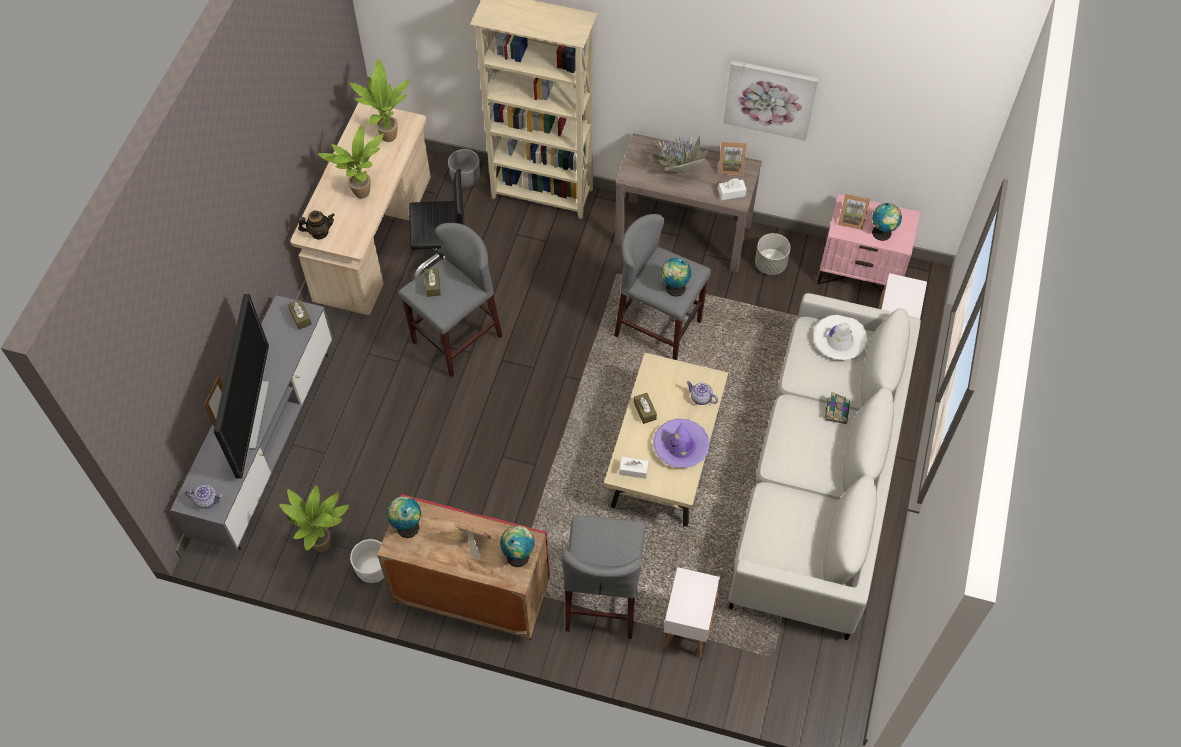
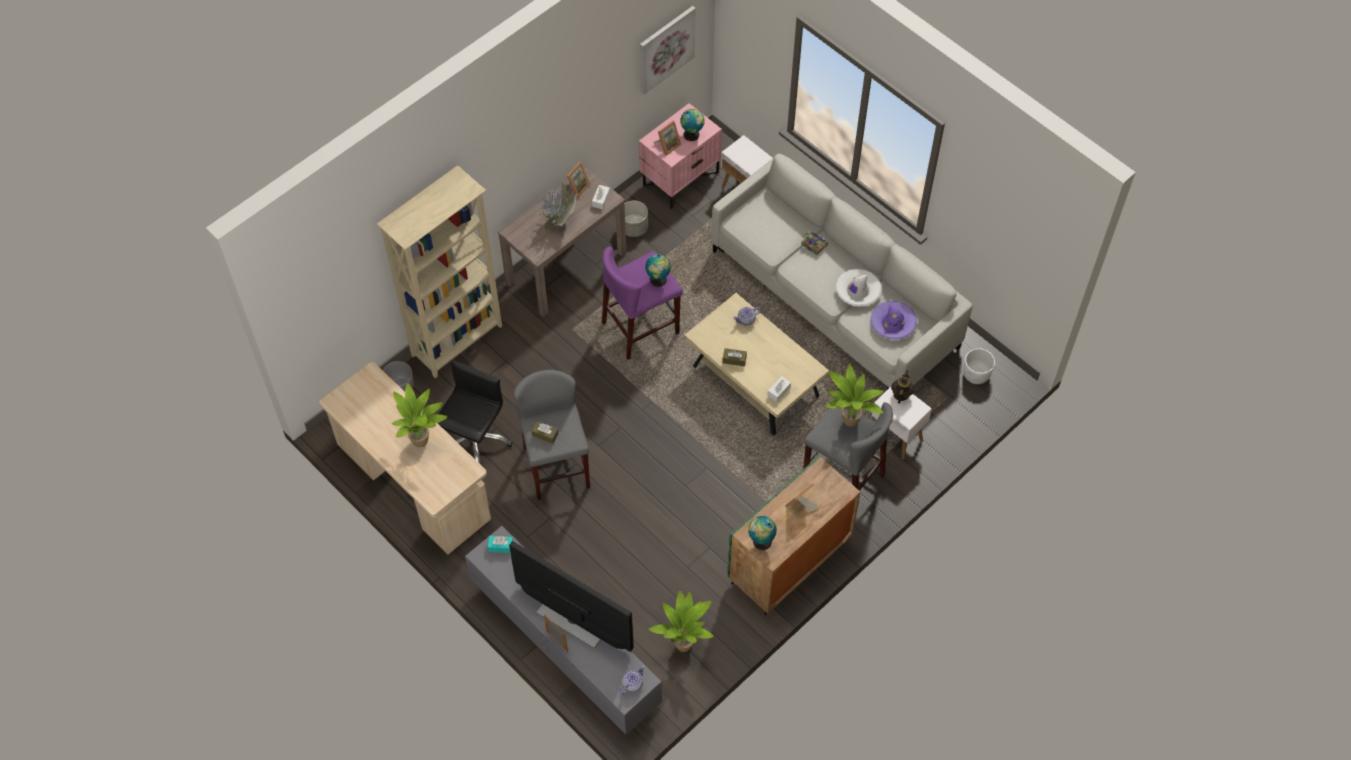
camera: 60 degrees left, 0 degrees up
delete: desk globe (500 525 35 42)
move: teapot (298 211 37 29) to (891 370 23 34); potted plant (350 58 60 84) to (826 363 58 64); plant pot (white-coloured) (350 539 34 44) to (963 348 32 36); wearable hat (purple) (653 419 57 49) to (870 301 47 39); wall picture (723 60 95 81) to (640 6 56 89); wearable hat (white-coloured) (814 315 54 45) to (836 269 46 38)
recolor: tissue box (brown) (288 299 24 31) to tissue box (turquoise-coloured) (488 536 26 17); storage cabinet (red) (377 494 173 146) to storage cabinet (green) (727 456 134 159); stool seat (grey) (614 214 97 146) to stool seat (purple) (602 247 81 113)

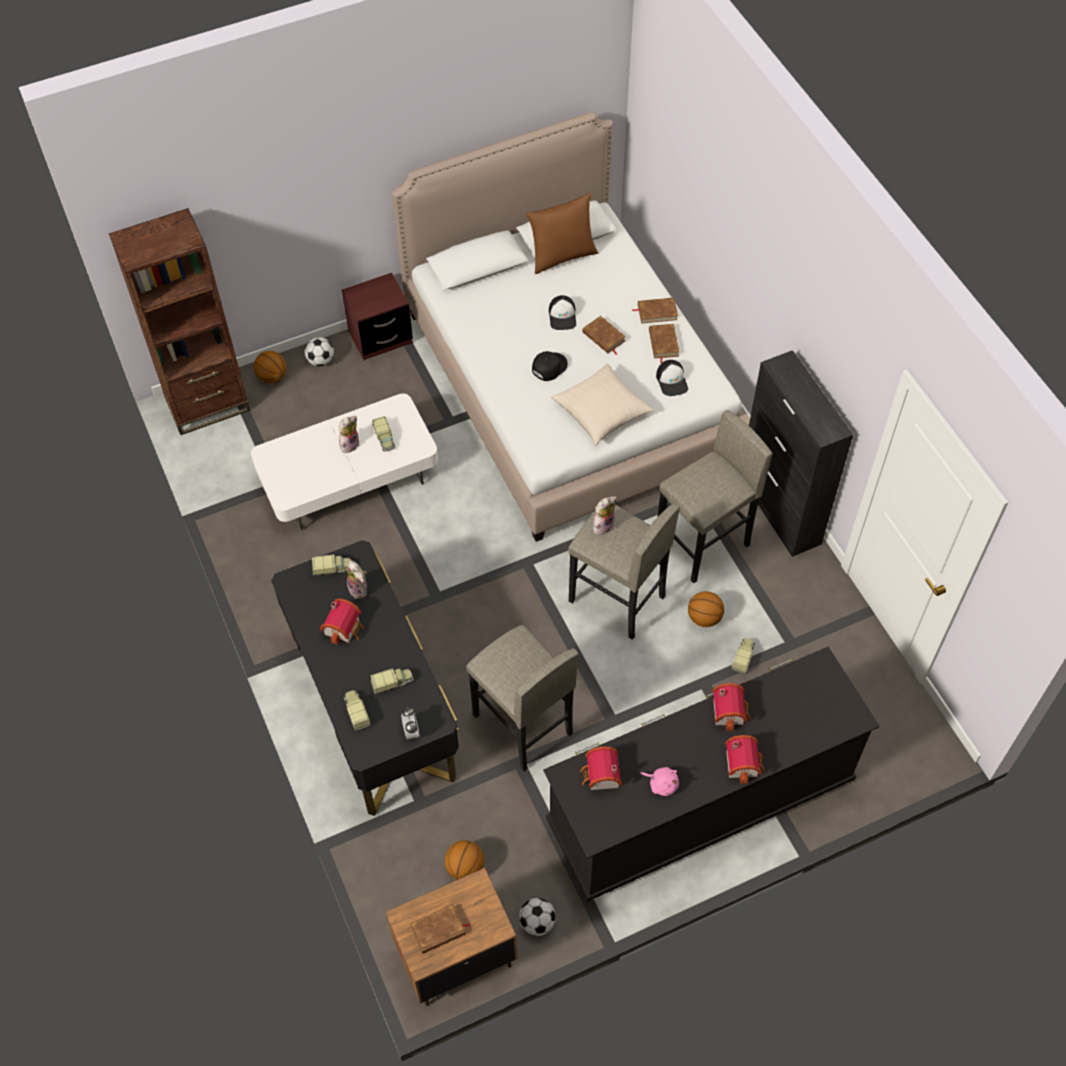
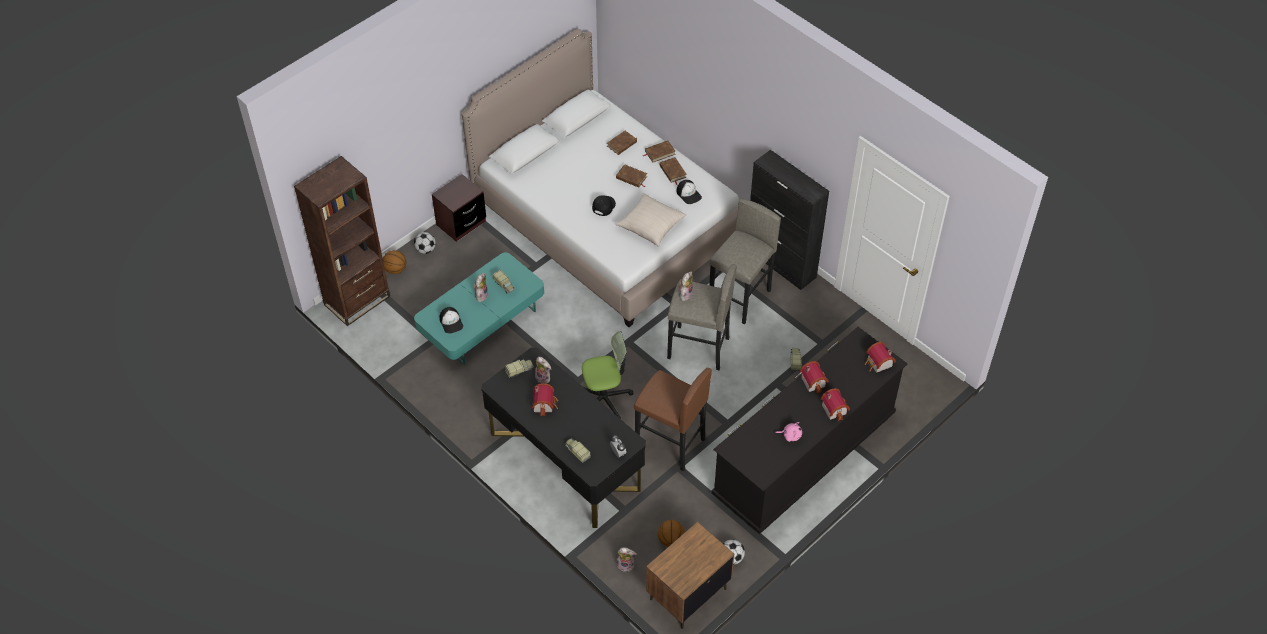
camera: 20 degrees left, 5 degrees down
delete: toy lorry (370 668 44 26); throw pillow (brown) (525 192 73 82); ball for basketball (688 591 36 36)
insert: computer chair (582 331 52 88); soft toy (616 547 21 25)
move: bound book (brown) (410 904 61 50) to (607 131 30 24); peaked cap (549 295 27 35) to (439 307 24 27); toy house (580 747 42 43) to (865 342 31 31)
recolor: coffee table (white-coloured) (251 394 187 137) to coffee table (turquoise-coloured) (414 252 130 113); stool seat (grey) (466 625 113 146) to stool seat (brown) (634 368 78 103)

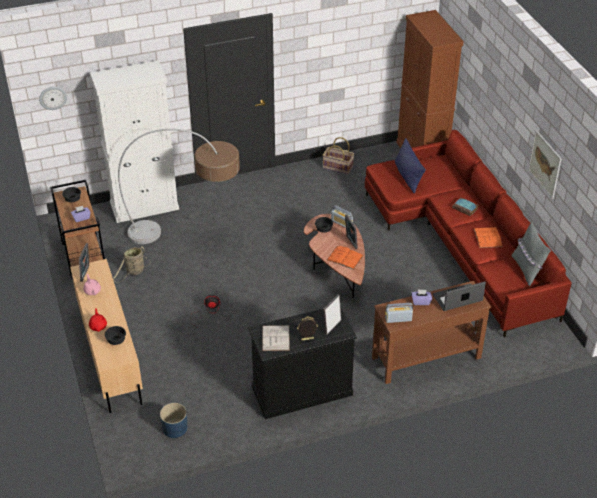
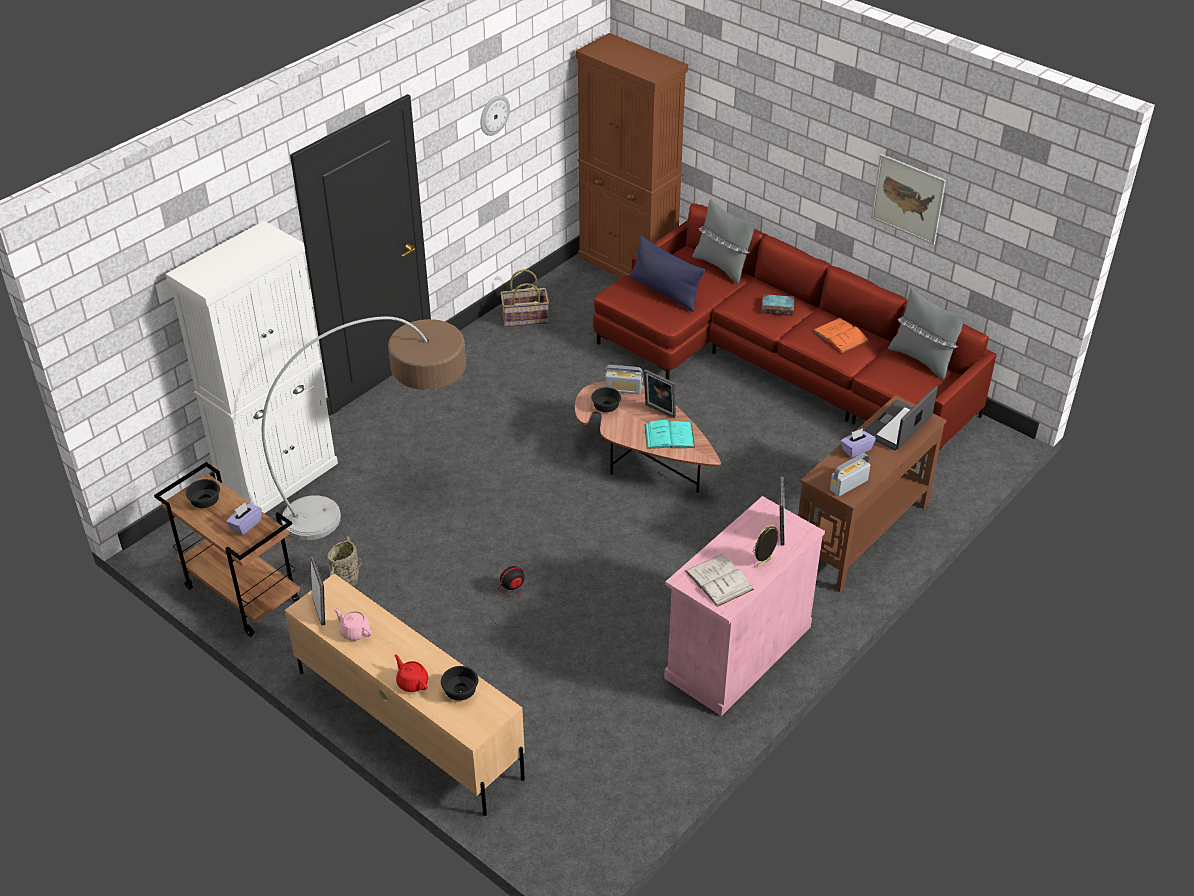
camera: 30 degrees left, 0 degrees up
delete: plant pot (blue) (160 403 28 35)
insert: throw pillow (grey) (692 199 64 85)
move: wall clock (39 87 28 23) to (480 95 30 41)
recolor: storage cabinet (black) (248 306 109 113) to storage cabinet (pinkish) (664 496 161 220); bound book (orangey) (327 246 36 24) to bound book (turquoise-coloured) (644 420 51 29)

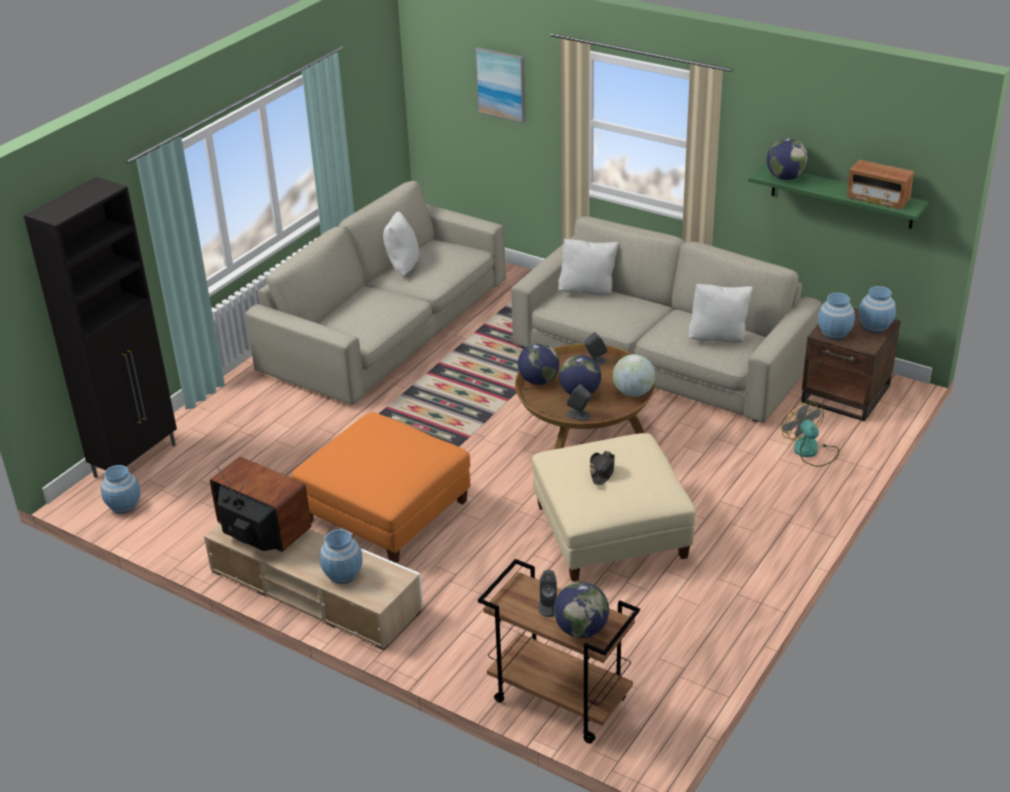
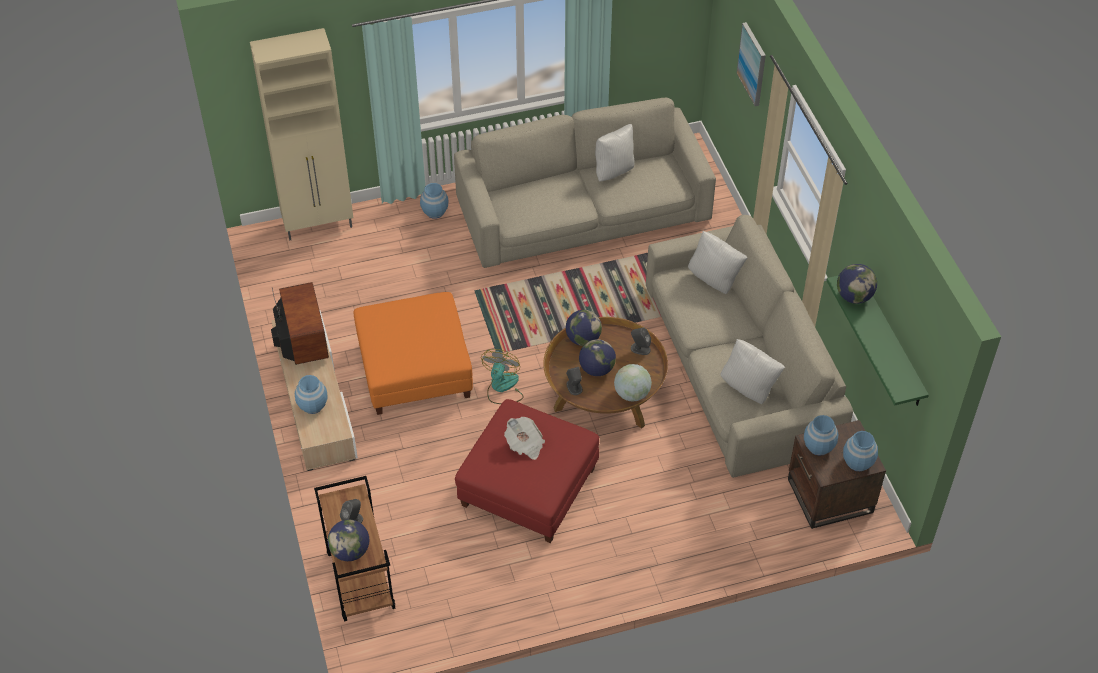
camera: 40 degrees right, 15 degrees up
delete: radio receiver (847 160 67 50)
move: vase (blue) (101 465 39 49) to (420 183 29 36); cooling fan (781 402 58 65) to (481 349 43 55)
replace: wearable hat (black) (590 451 25 35) to daily paper (504 417 41 43)
recolor: storage cabinet (black) (24 177 153 301) to storage cabinet (beige-coloured) (250 28 103 213); ottoman (beige-coloured) (532 433 164 148) to ottoman (red) (455 399 144 144)

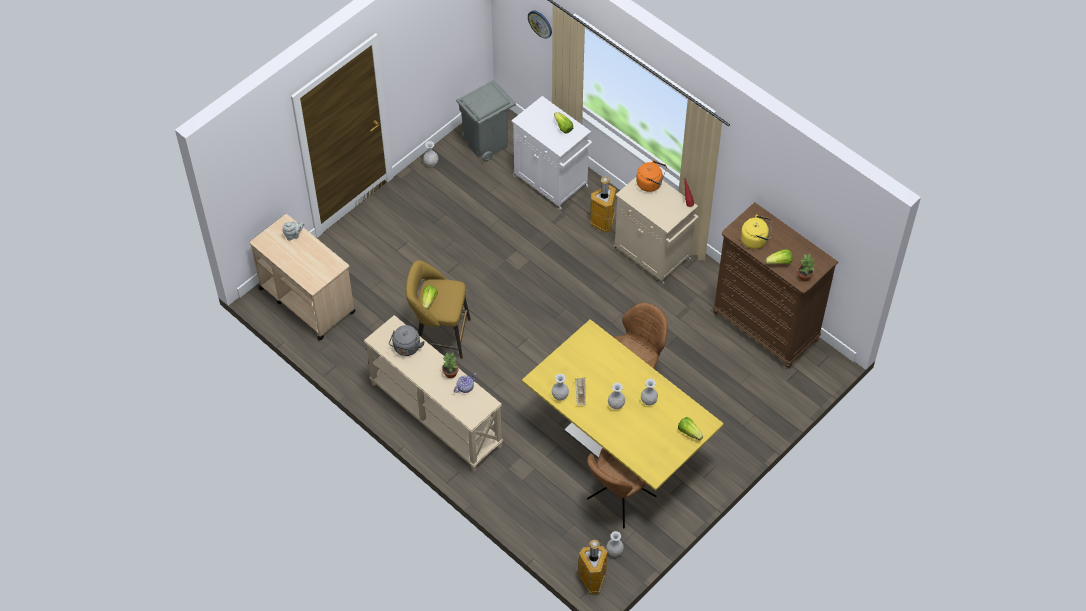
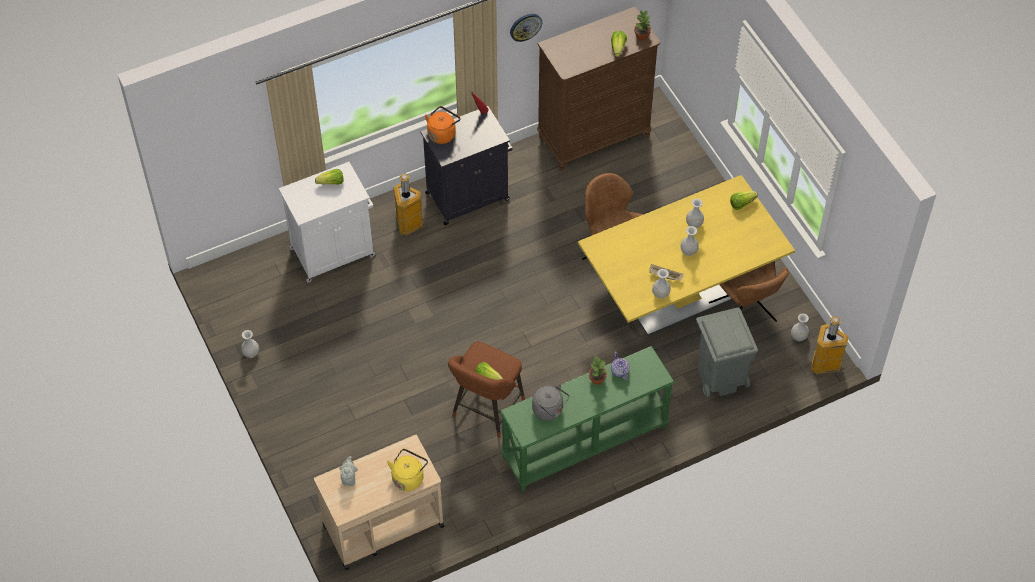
camera: 70 degrees left, 0 degrees up
move: trash can (grey) (456 80 60 82) to (696 308 62 90); wall clock (528 10 24 29) to (510 14 32 28); tea kettle (yellowish) (741 214 31 35) to (387 449 41 42)
recolor: narrow table (beige-coloured) (364 315 139 156) to narrow table (green) (500 346 174 146); stool seat (yellowish) (406 260 65 99) to stool seat (brown) (448 341 77 97); storage cabinet (beige-coloured) (613 177 86 108) to storage cabinet (black) (421 106 91 119)

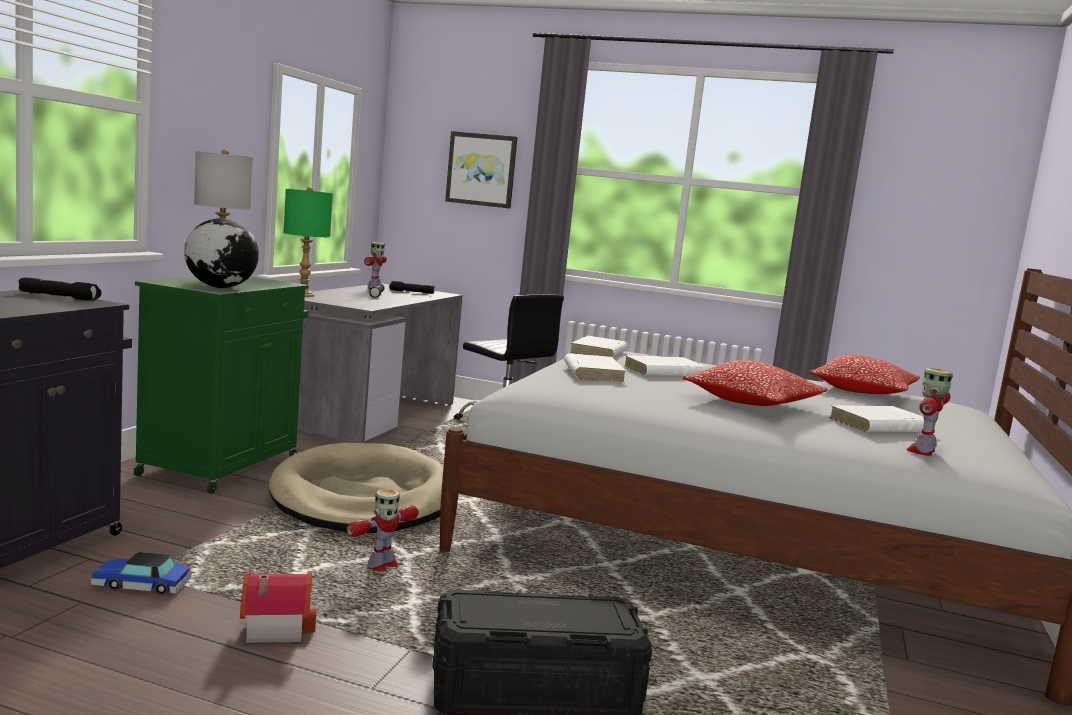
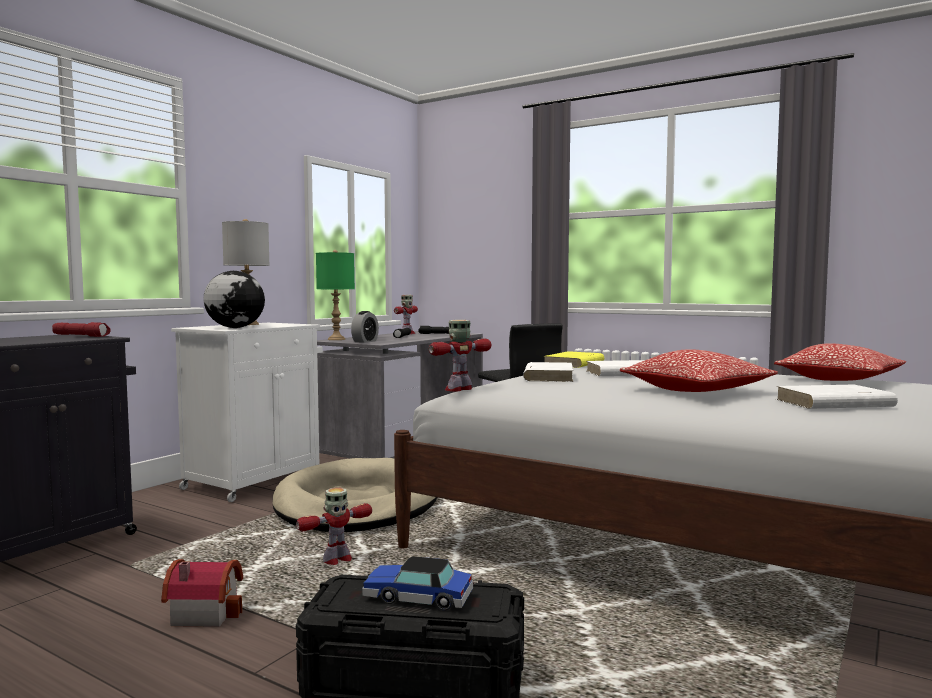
camera: 15 degrees right, 5 degrees down
delete: wall picture (445 131 73 78)
insert: table clock (351 311 28 32)
move: model car (91 552 100 44) to (362 556 111 55); toy robot (906 368 47 88) to (429 320 62 72)
recolor: flashlight (black) (19 277 82 24) to flashlight (red) (52 322 58 15); storage cabinet (green) (134 276 175 218) to storage cabinet (white-coloured) (171 323 152 179); bound book (white-coloured) (570 336 58 21) to bound book (yellowish) (544 351 60 17)

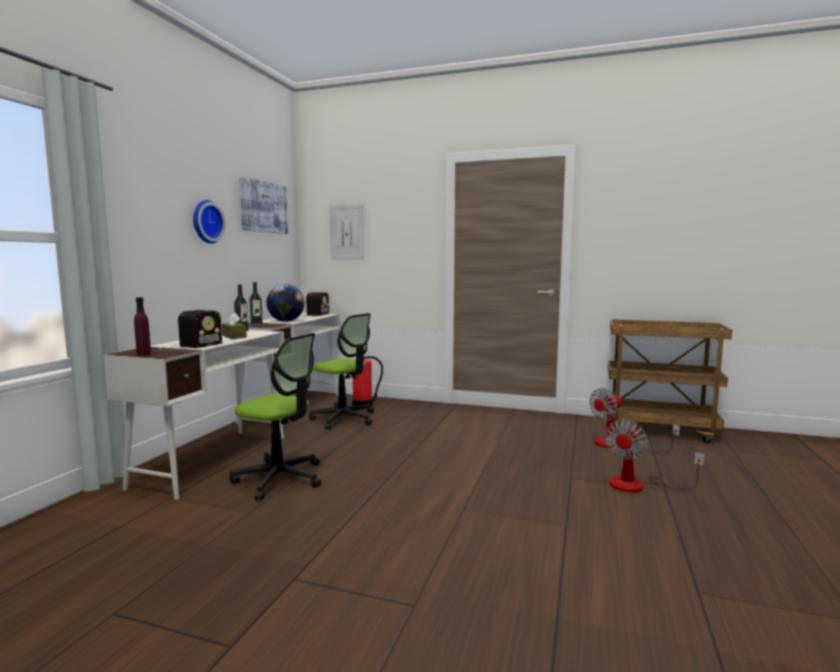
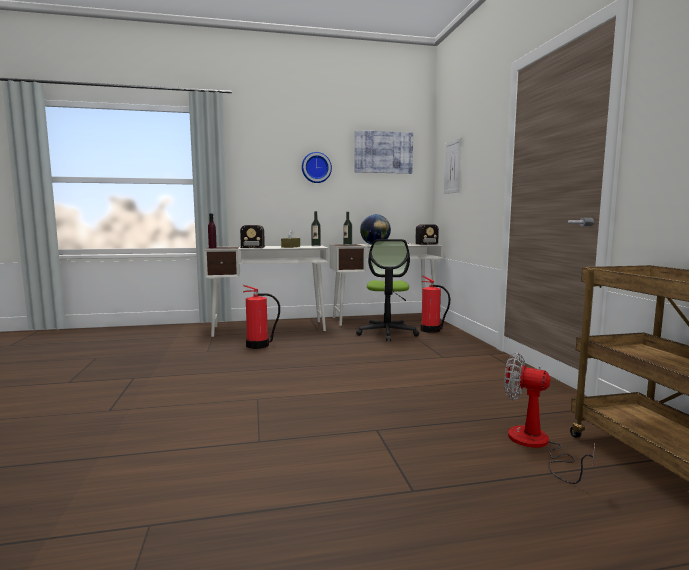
camera: 60 degrees right, 0 degrees up
delete: cooling fan (605 420 100 73)
replace: computer chair (230 333 91 167) to extinguisher (243 285 37 64)

